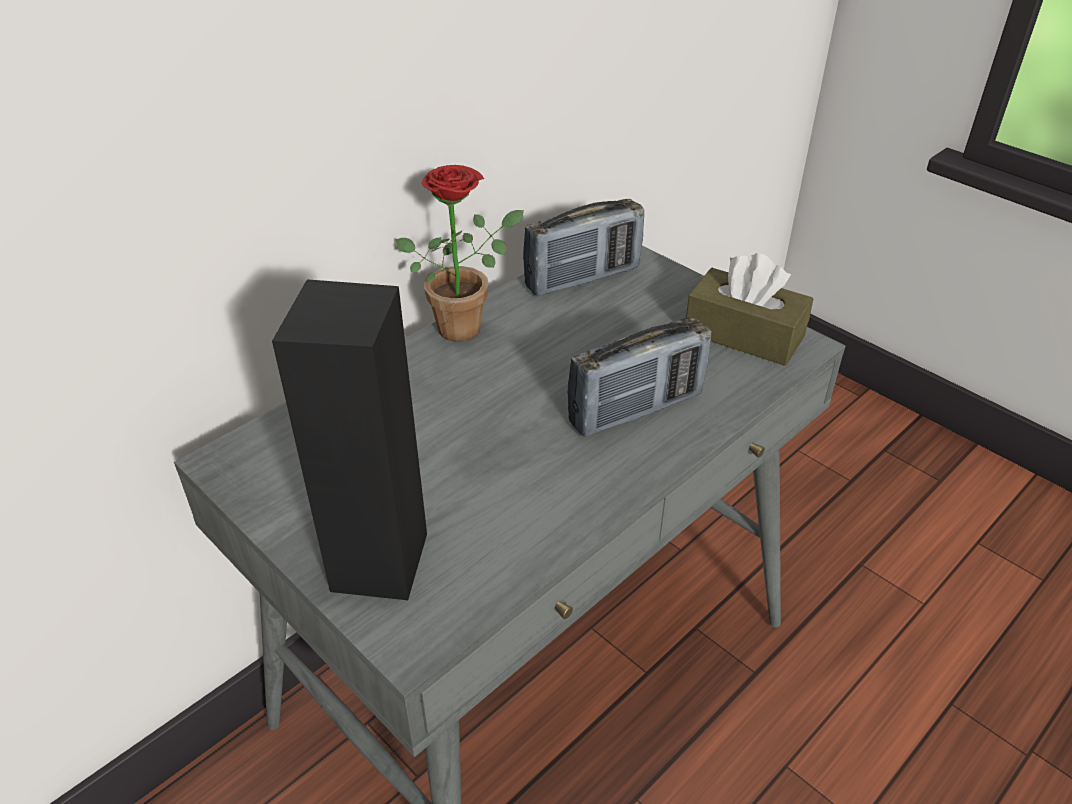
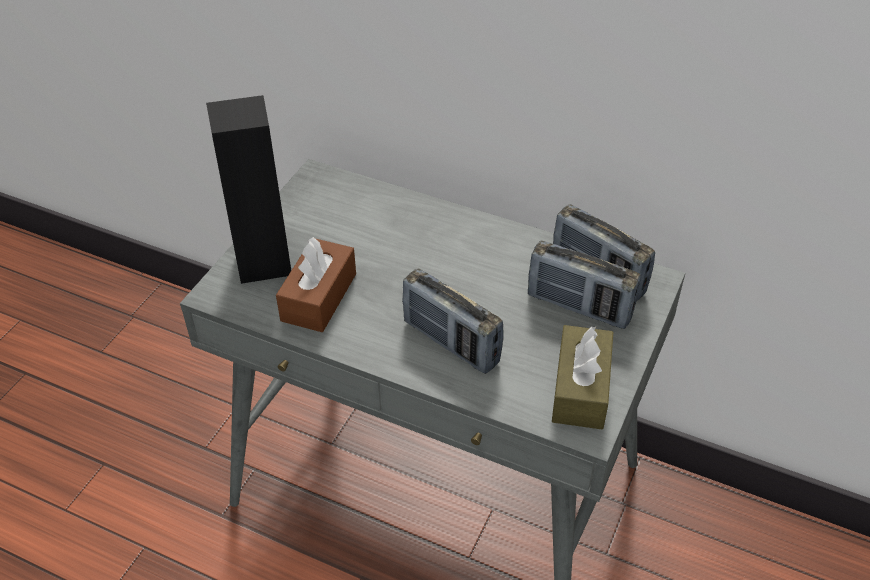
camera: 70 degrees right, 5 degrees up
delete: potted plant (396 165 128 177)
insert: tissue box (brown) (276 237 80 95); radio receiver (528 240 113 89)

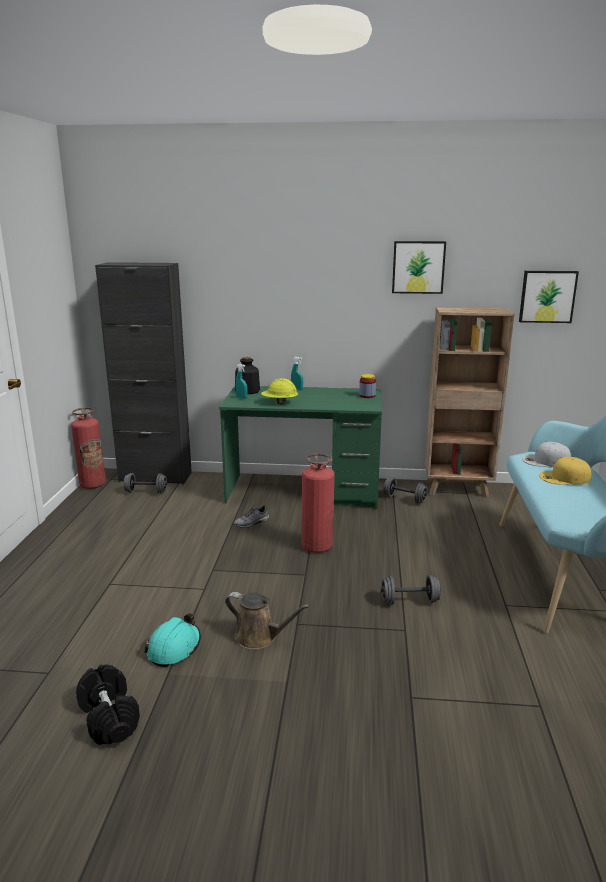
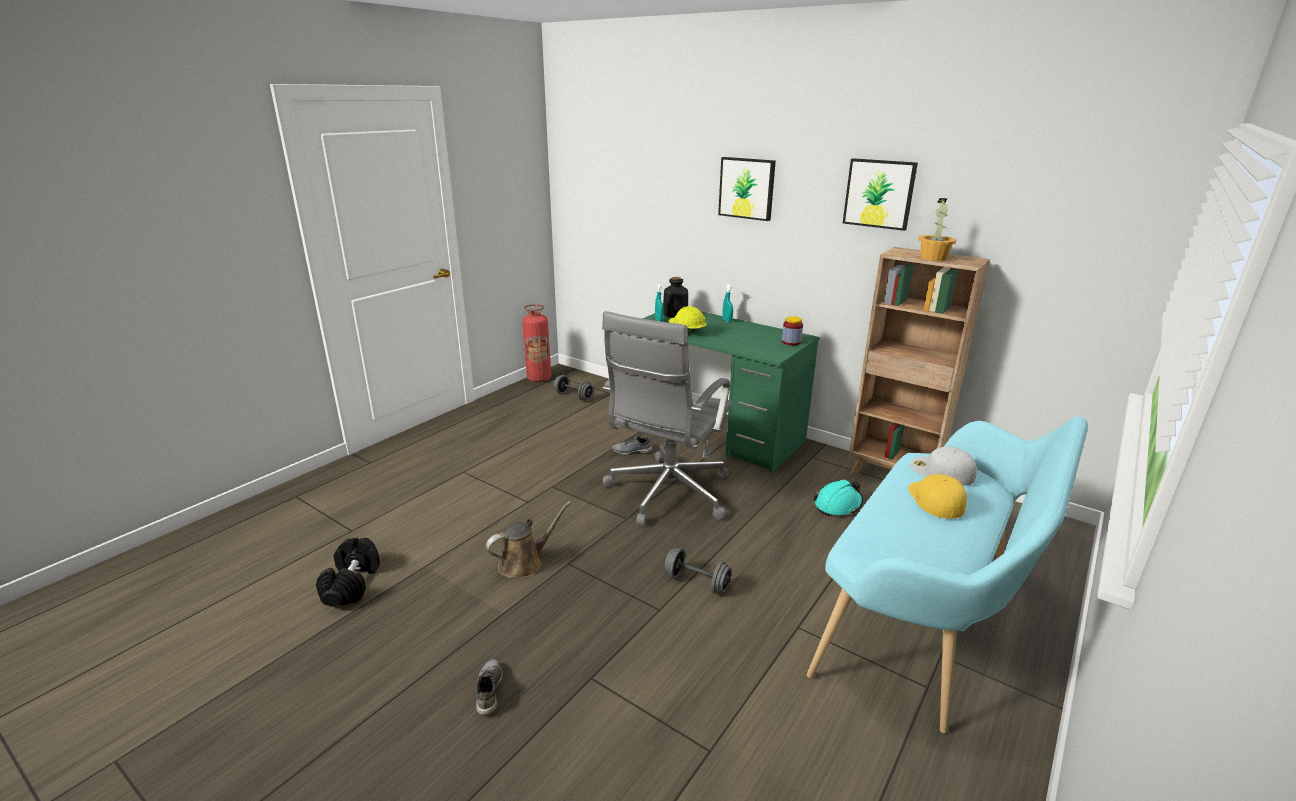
camera: 30 degrees right, 5 degrees up
delete: storage cabinet (black) (95 262 97 223); dumbbell (grey) (383 477 44 27)
insert: item of footwear (grey) (476 659 27 56); potted plant (918 198 38 63)
move: work helmet (turquoise-coloured) (144 613 57 54) to (813 480 50 36); wall picture (519 271 60 52) to (718 157 58 64)
replace: extinguisher (301 454 34 99) to computer chair (grey) (602 311 130 215)
rotate: watering pot (brown) (225 592 85 58) = (486 501 85 77) 90 degrees counterclockwise; peaked cap (yellowish) (539 457 52 28) = (908 474 59 45) 60 degrees clockwise

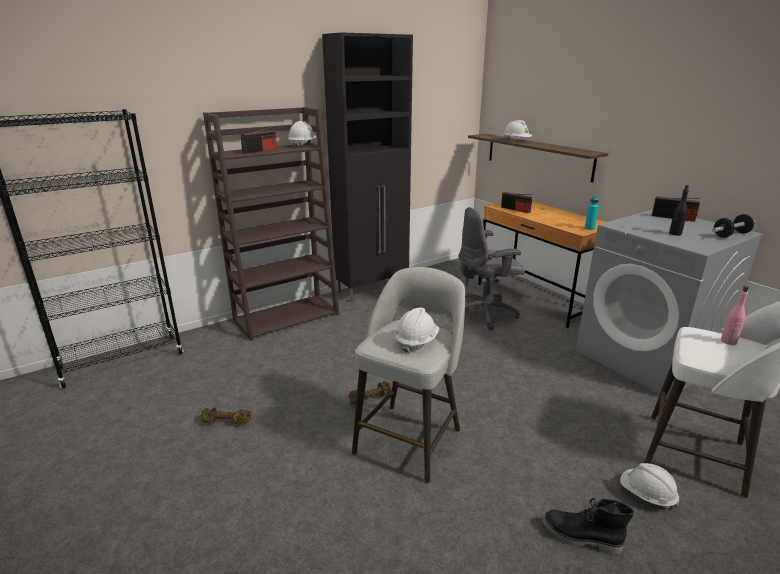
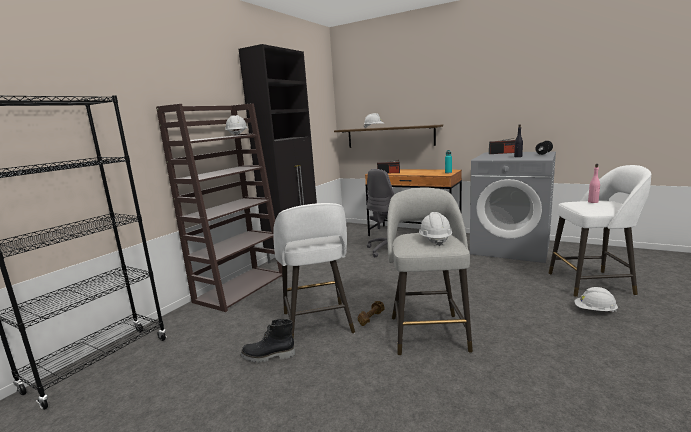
camera: 25 degrees left, 10 degrees down
delete: dumbbell (brown) (201 408 51 16); radio receiver (241 127 36 27)
insert: stool seat (white-coloured) (273 203 82 136)
move: boot (black) (542 498 92 57) to (241 319 54 44)

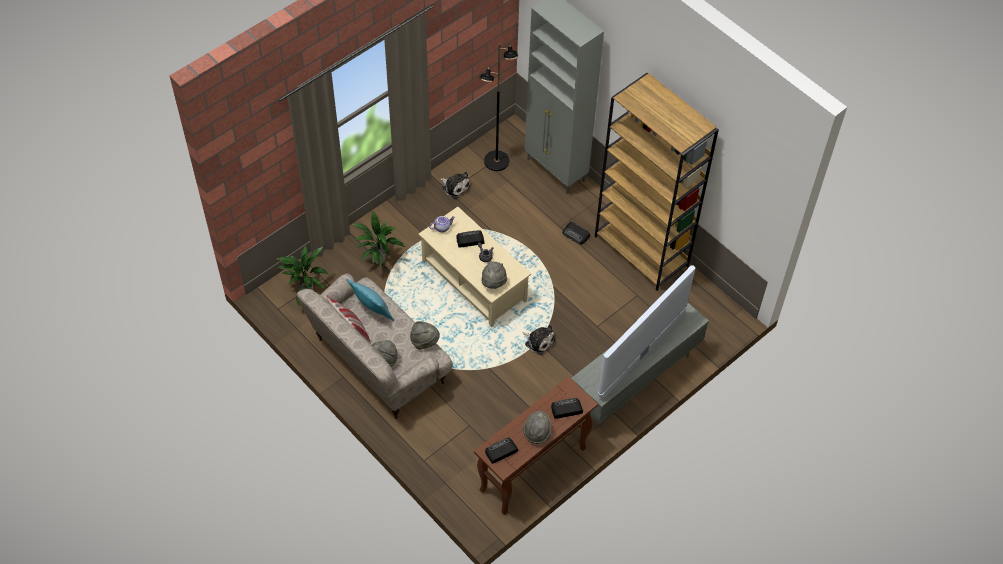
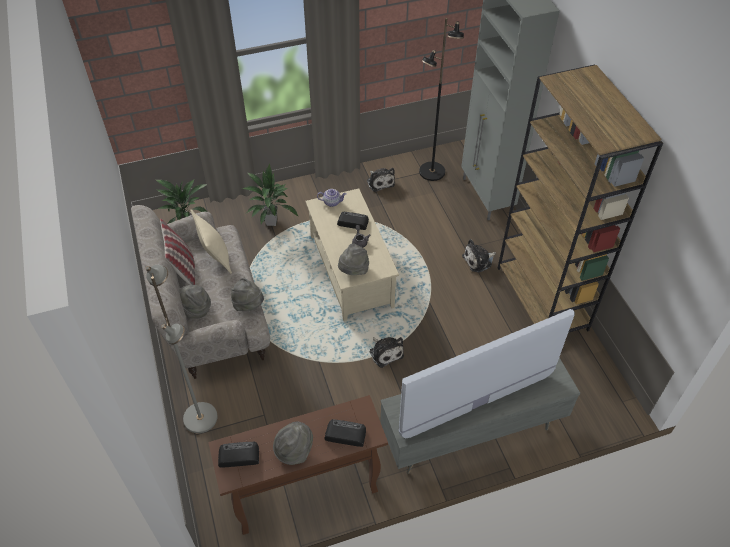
camera: 25 degrees right, 5 degrees down
insert: standing lamp (grey) (145 264 73 169)
replace: radio receiver (563 222 27 22) to soft toy (462 239 34 33)
recolor: throw pillow (turquoise-coloured) (346 278 48 43) to throw pillow (beige-coloured) (190 209 42 65)

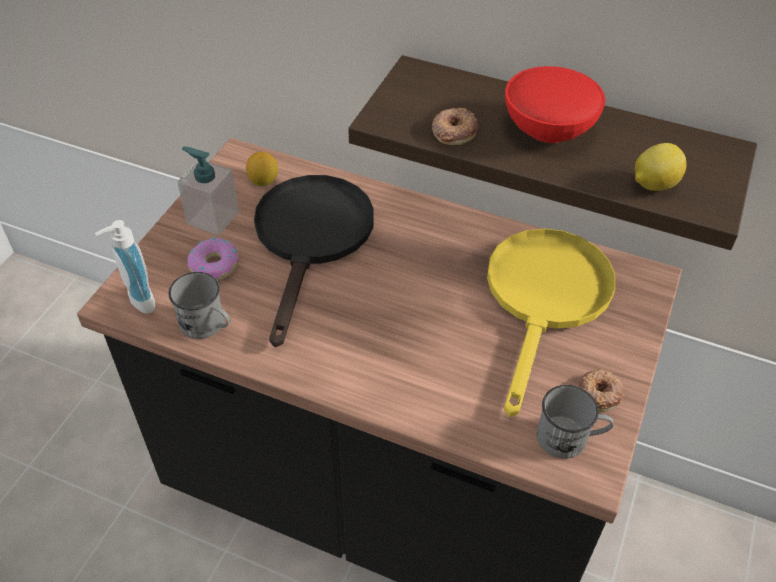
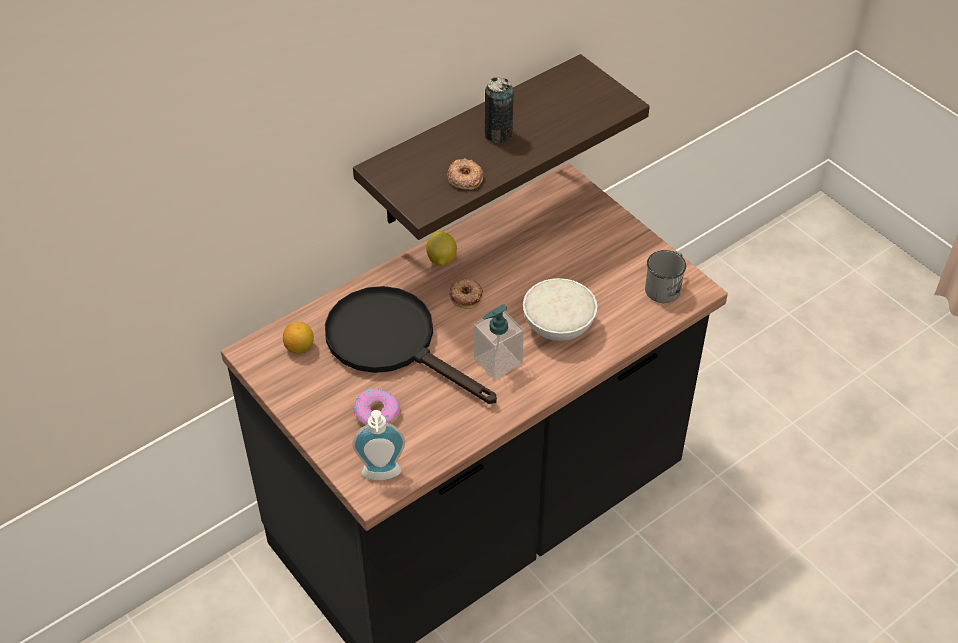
camera: 60 degrees left, 0 degrees up
delete: mug (grey) (168 272 62 67); skillet (yellowish) (487 229 128 188)
insert: bowl (white-coloured) (523 278 74 63)
move: soap bottle (177 147 62 88) to (474 304 50 76); doughnut (579 369 45 43) to (449 279 34 30); citrus fruit (635 143 51 48) to (426 231 31 35)
replace: bowl (red) (505 66 100 77) to can (485 77 28 66)

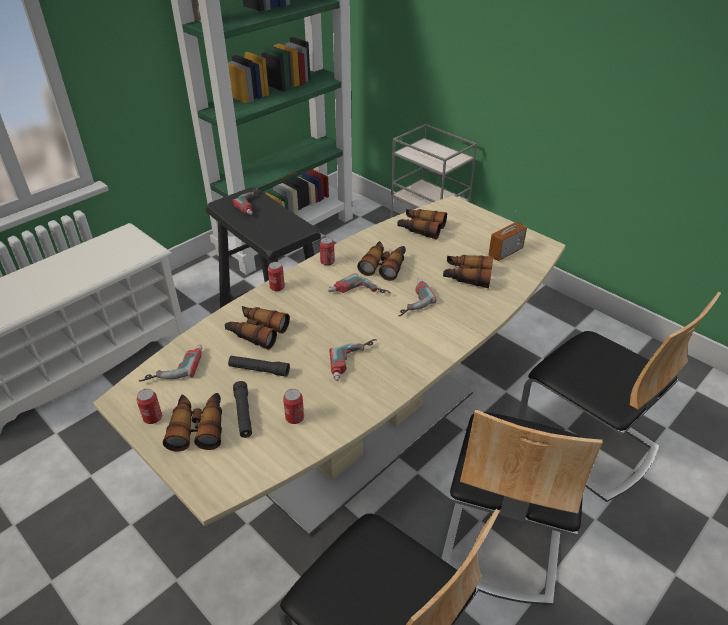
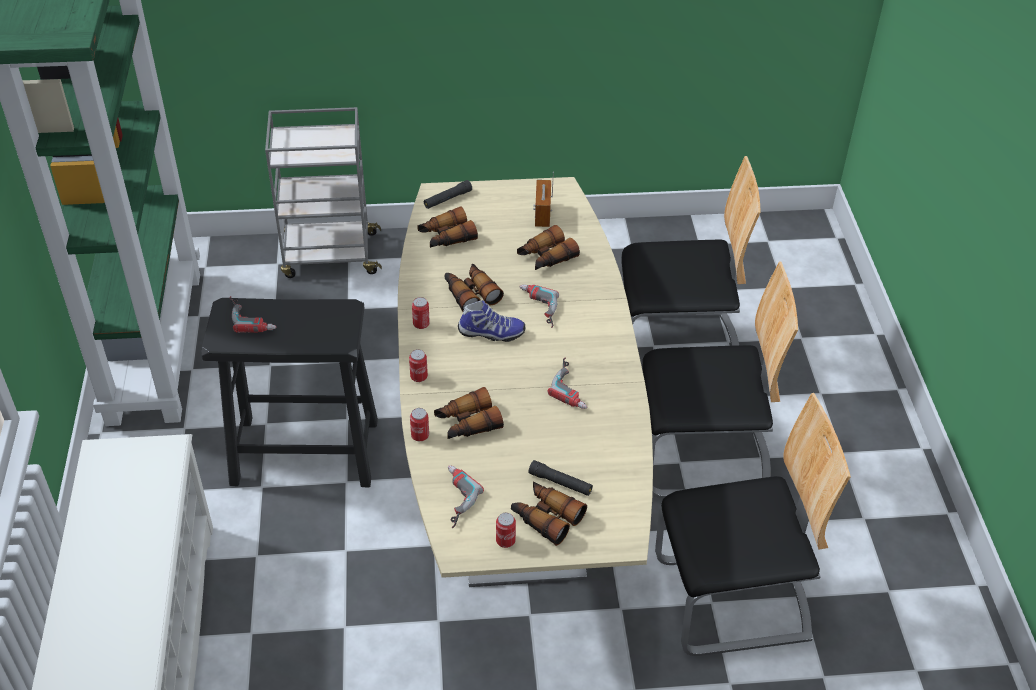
camera: 50 degrees left, 5 degrees up
move: flashlight (black) (228 356 62 21) to (424 180 48 29); can (283 389 21 35) to (410 408 19 33)
replace: electric drill (328 273 63 20) to item of footwear (458 300 67 42)
rotate: upright chair (441 409 162 196) = (642 261 156 237) 60 degrees counterclockwise

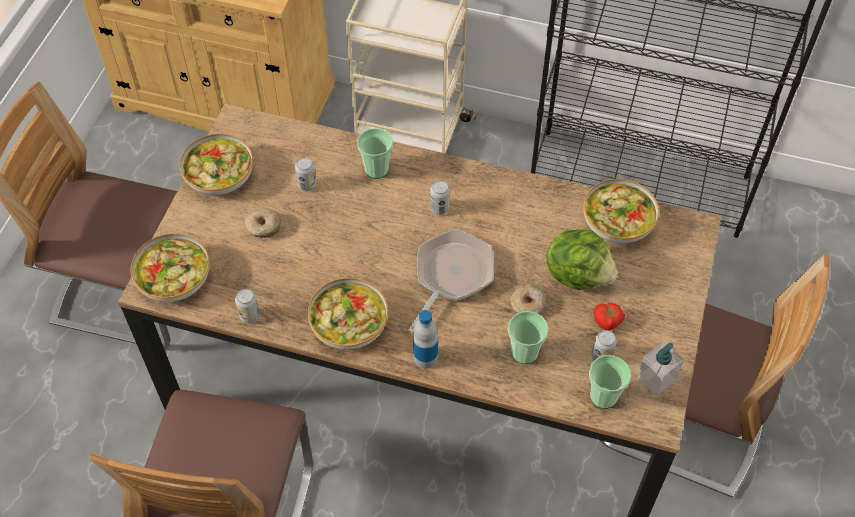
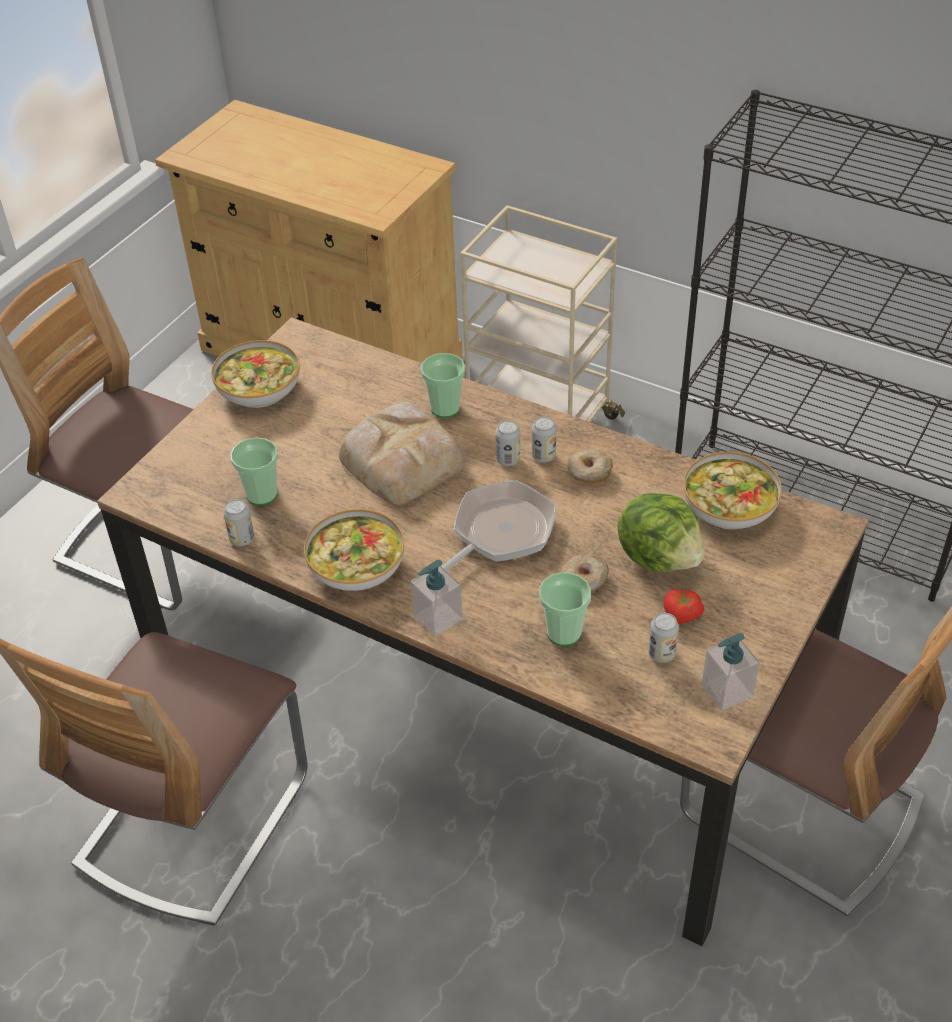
camera: 15 degrees right, 10 degrees down
delete: bowl (131 233 78 69)
insert: baked bread (339 402 126 103)
move: doughnut (245 208 36 30) to (568 449 45 35); can (295 157 21 35) to (532 417 24 45); small cup (589 355 42 54) to (230 438 48 67)
replace: beverage bottle (413 310 25 58) to soap bottle (410 560 53 76)

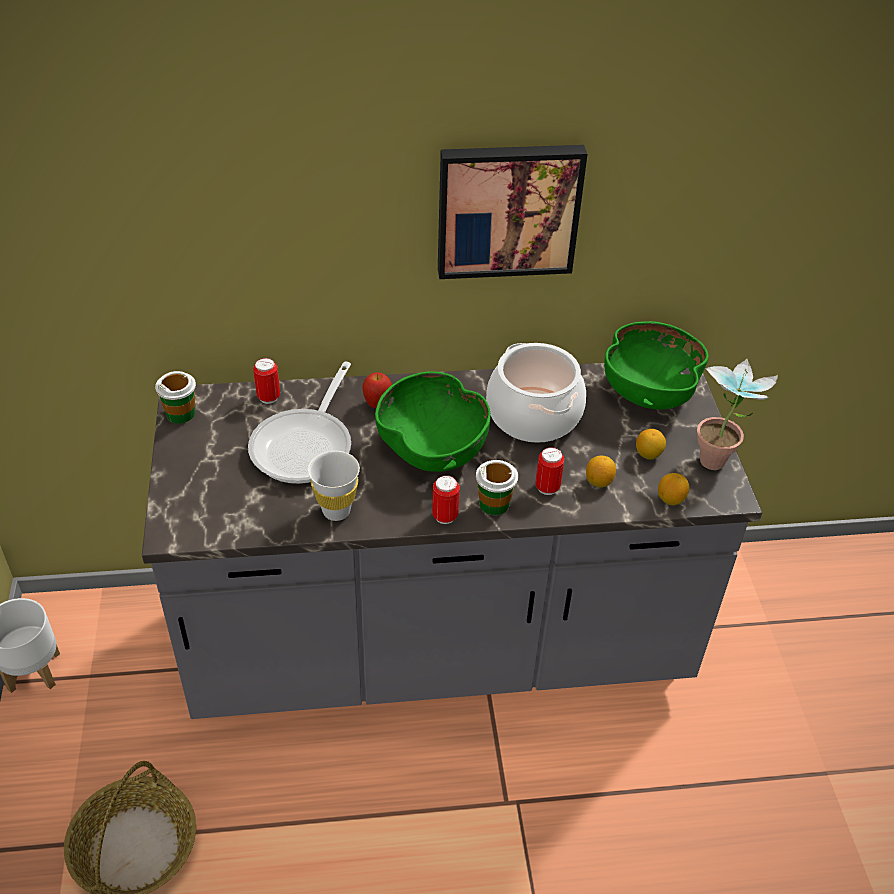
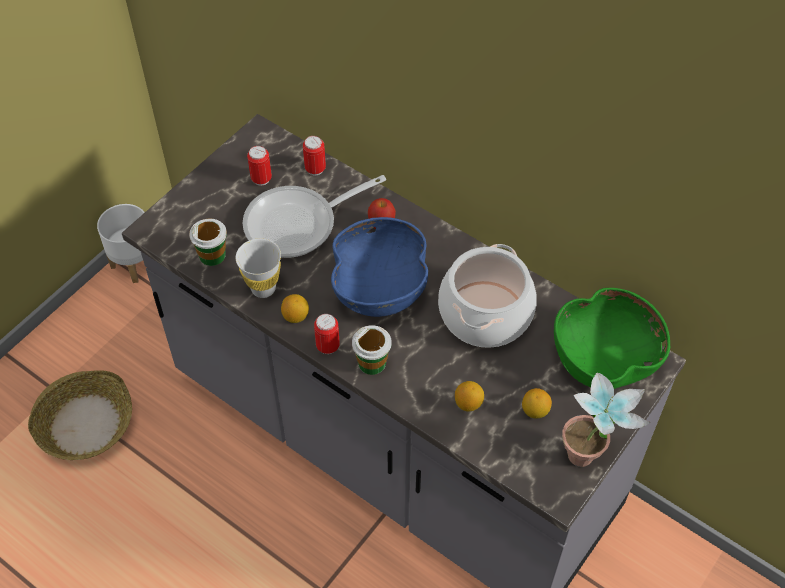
camera: 45 degrees right, 10 degrees up
delete: wall picture (438 145 149 134)
move: small cup (155 371 41 53) to (189 219 38 47); can (535 447 29 48) to (247 146 25 39); citrus fruit (658 473 31 32) to (281 294 28 29)
recolor: bowl (green) (375 371 116 101) to bowl (blue) (331 217 97 100)

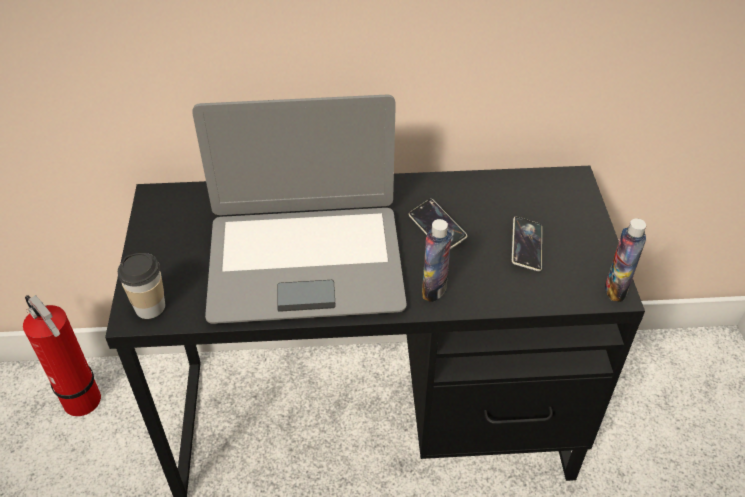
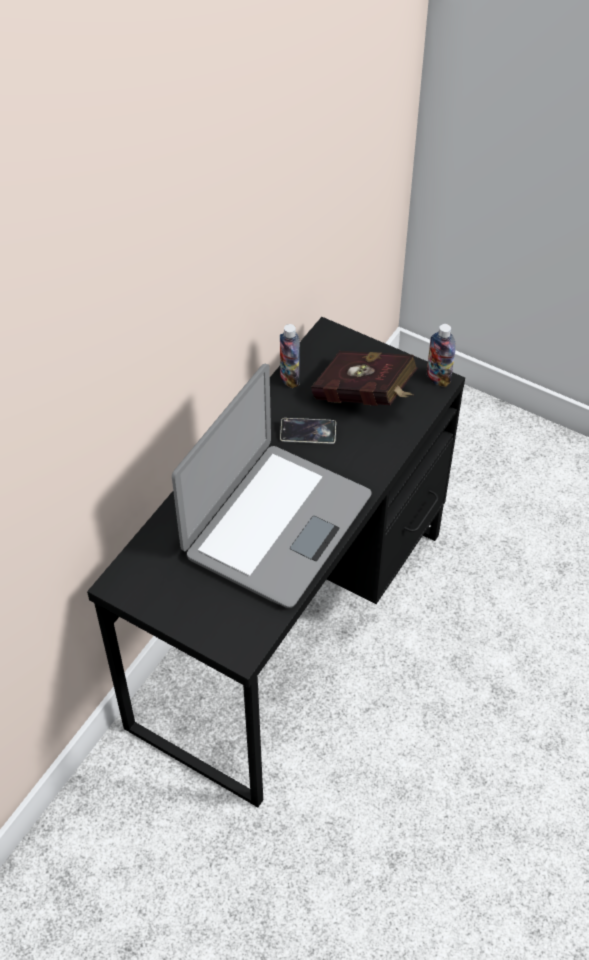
camera: 55 degrees left, 5 degrees up
delete: extinguisher (23 295 78 121); small cup (118 253 47 66)
move: beverage bottle (422 219 30 83) to (280 324 20 64)
replace: telephone (512 216 30 55) to bound book (red) (311 351 107 55)

